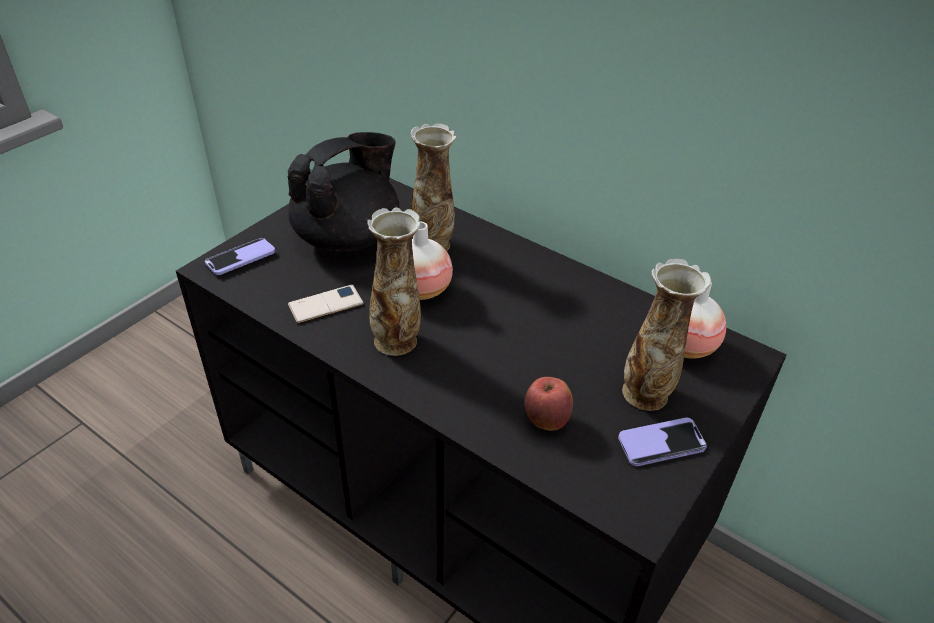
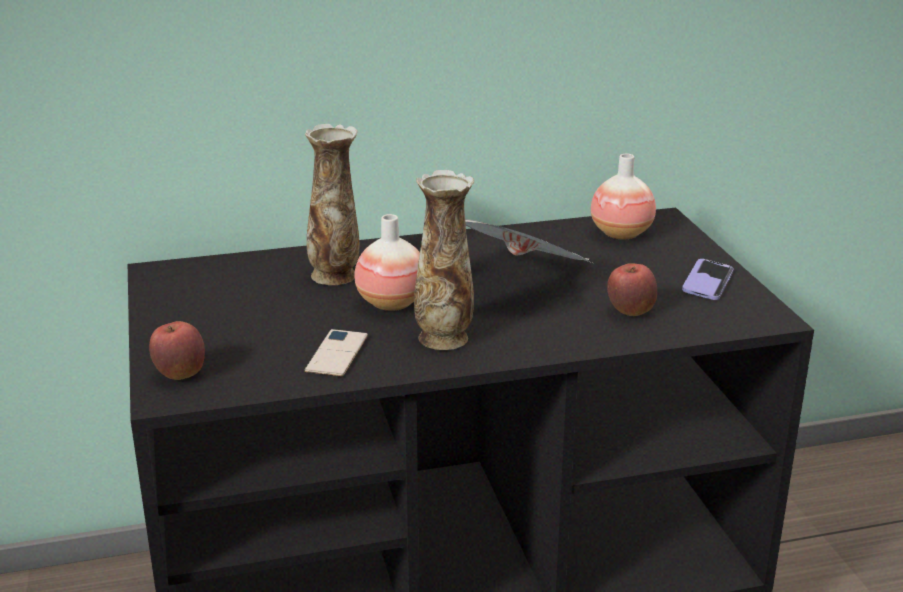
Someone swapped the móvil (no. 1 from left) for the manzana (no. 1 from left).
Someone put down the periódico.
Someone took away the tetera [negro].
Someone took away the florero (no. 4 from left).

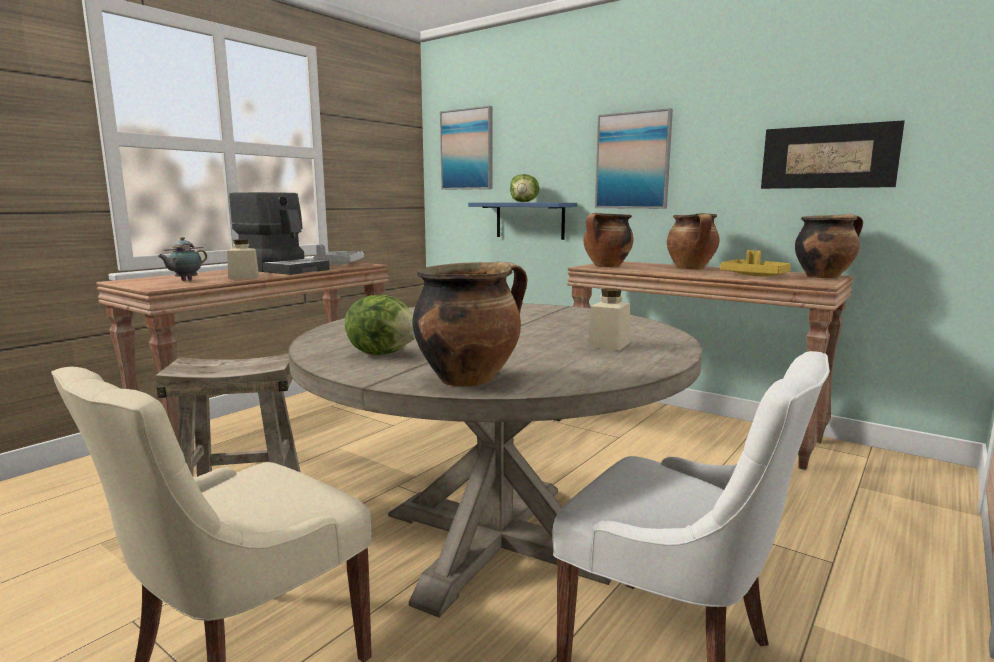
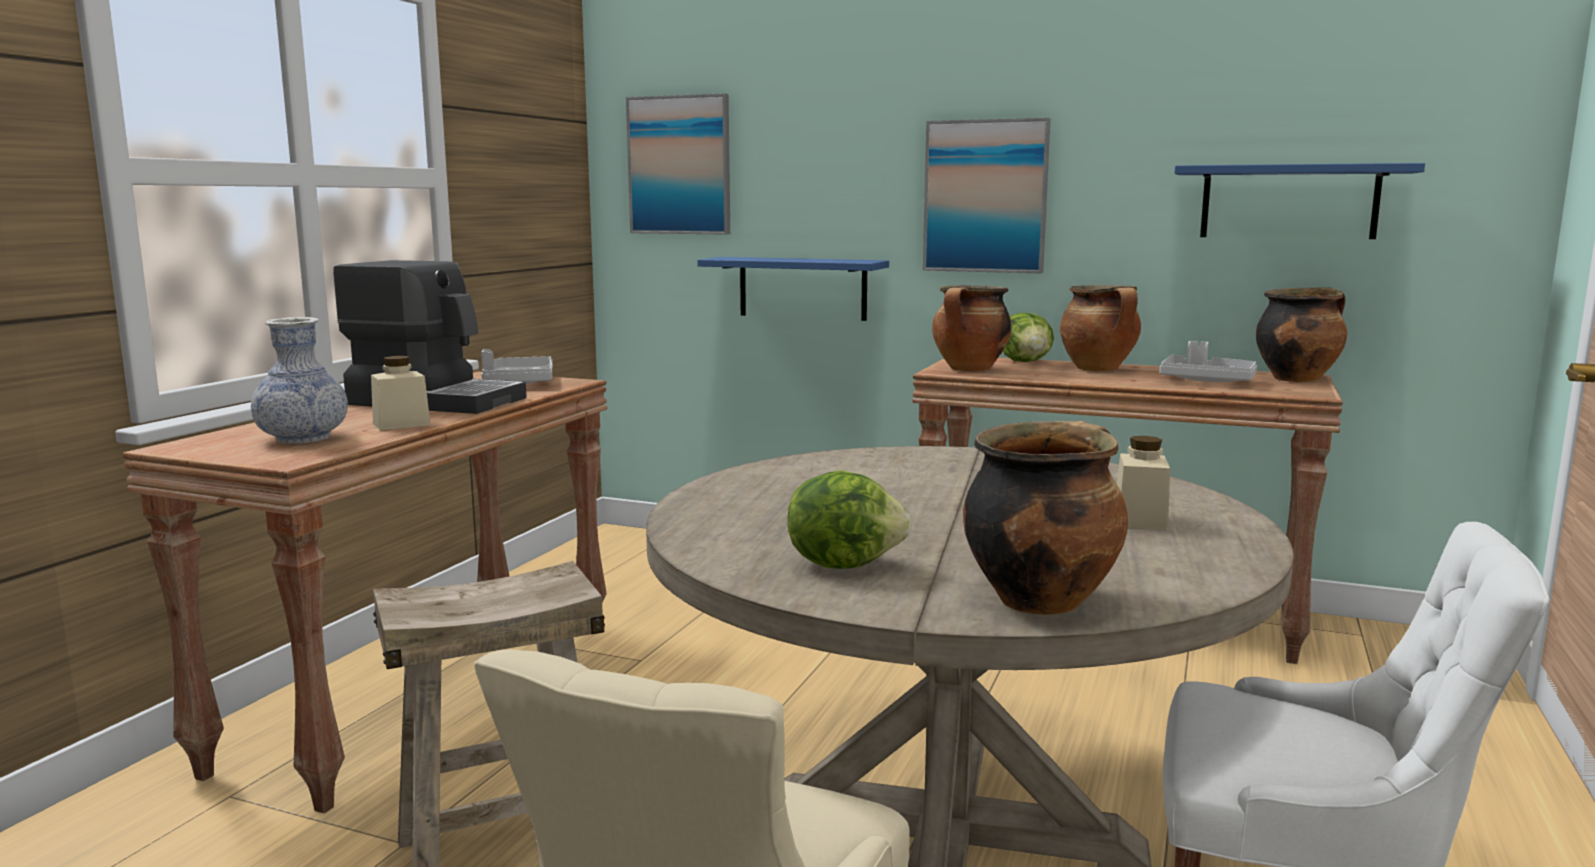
Someone swapped the tetera for the florero.
Someone carried the lechuga (no. 2 from left).
Someone repainted the bandeja [amarillo], which became the bandeja [gris] (no. 2 from left).
Someone swapped the cuadro (no. 3 from left) for the estante [azul] (no. 2 from left).

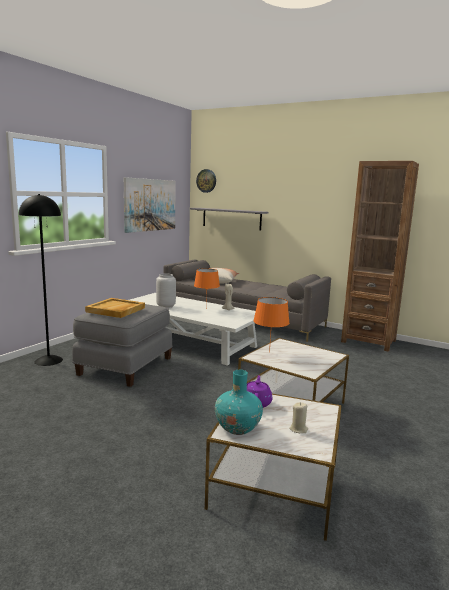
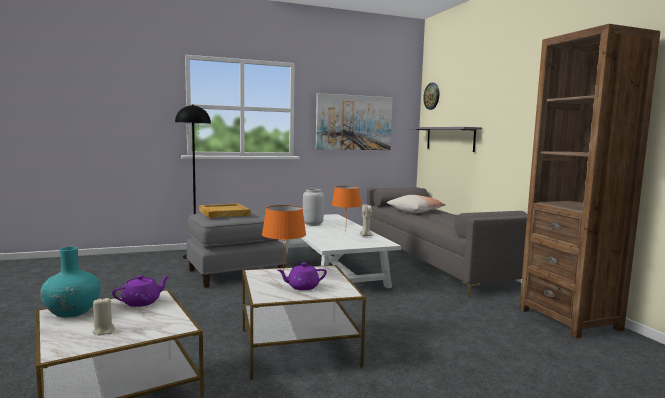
Someone put down the tetera [morado] (no. 2 from left).

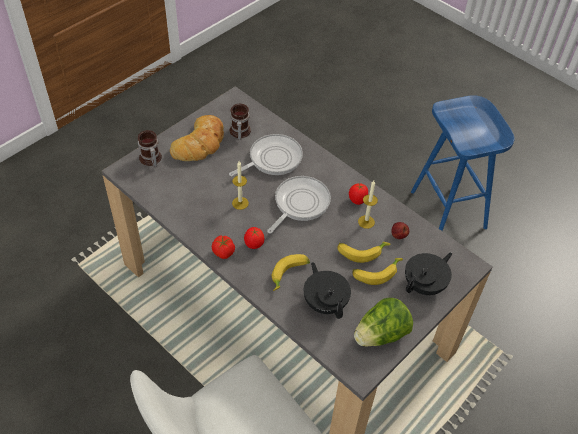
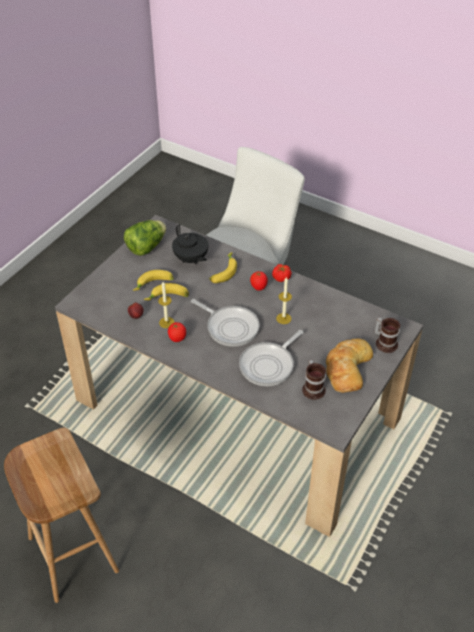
Someone repainted the taburete [azul], which became the taburete [marrón].
Someone rotated the sartén (no. 2 from left in the first image) by 75 degrees counterclockwise.
Someone took away the tetera [negro] (no. 2 from left).

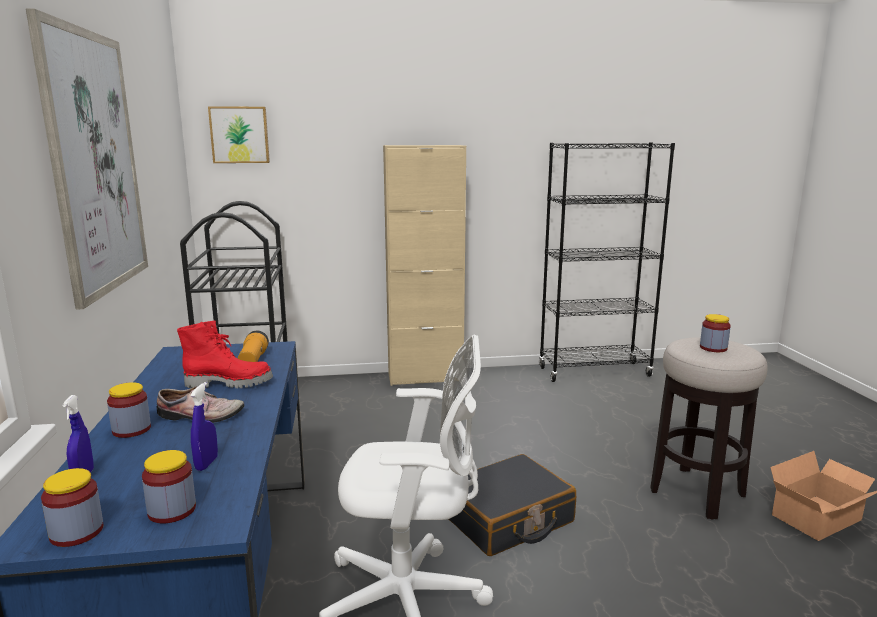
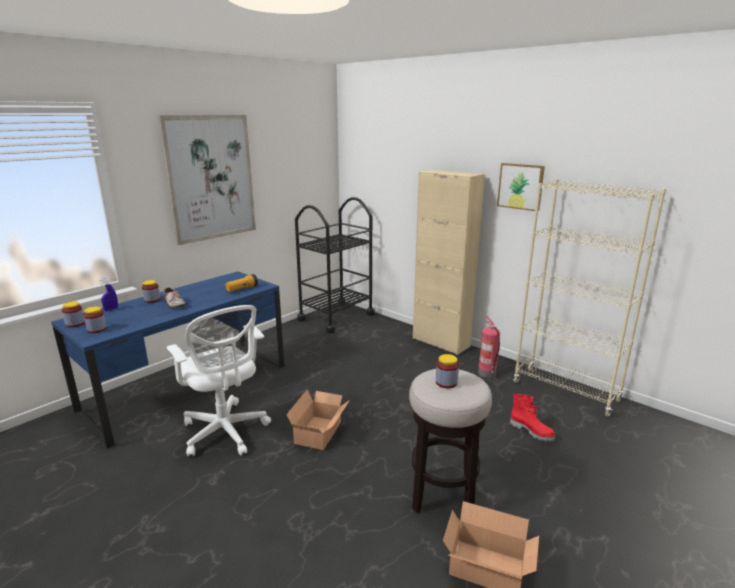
Someone swapped the maleta [negro] for the caja de cartón (no. 1 from left).
Someone put down the extintor.
Someone carried the cuadro (no. 2 from left).
Someone carried the bota [rojo].
Someone repainted the estantería [negro], which became the estantería [beis].
Someone took away the pulverizador [azul] (no. 2 from left).

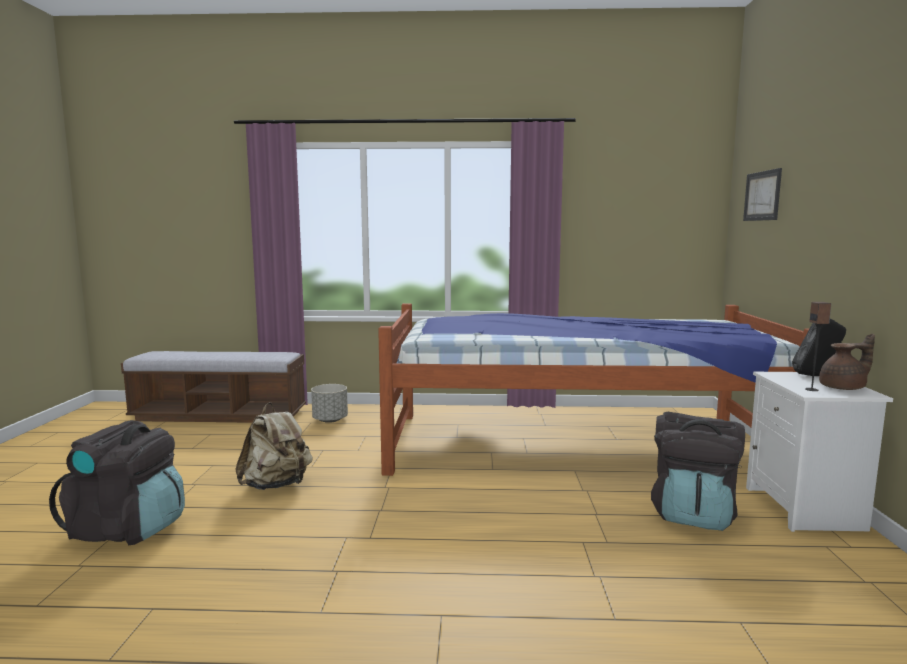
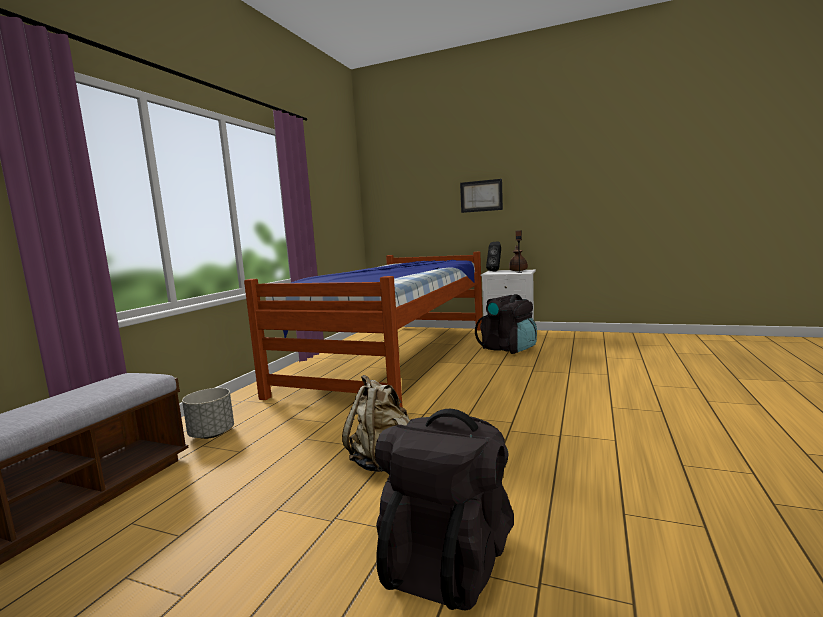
Someone carried the cuadro.

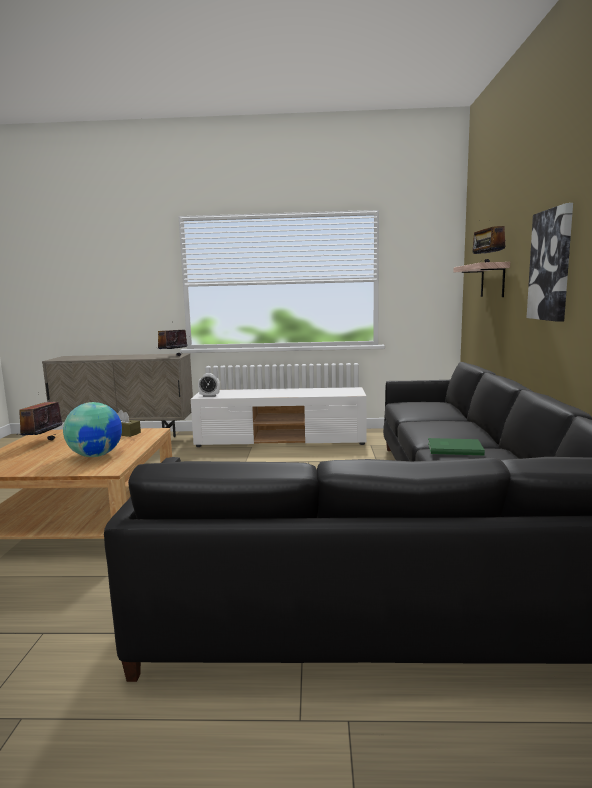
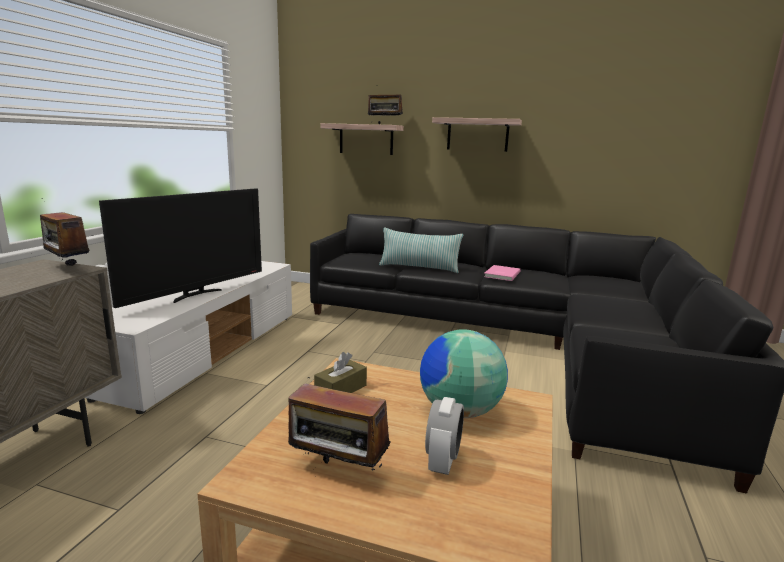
Someone put down the televisor.
Someone put down the cojín.
Someone carried the despertador.
Someone swapped the cuadro for the estante (no. 2 from left).
Someone repainted the libro [verde], which became the libro [rosa].

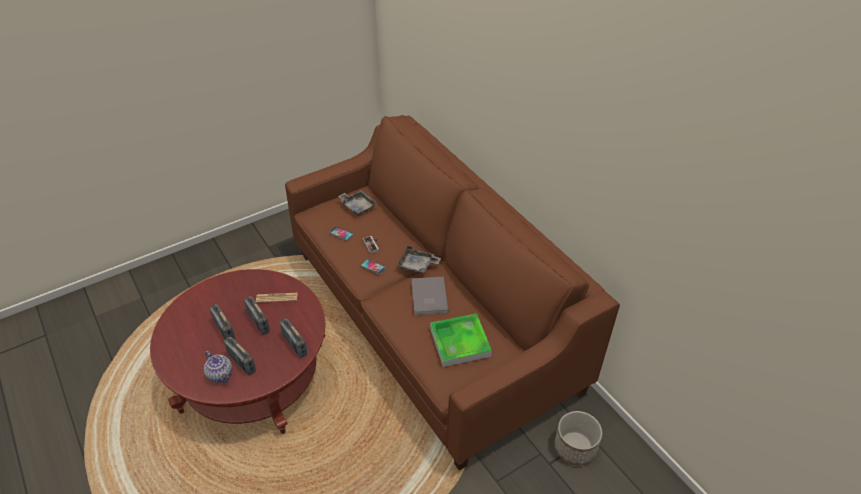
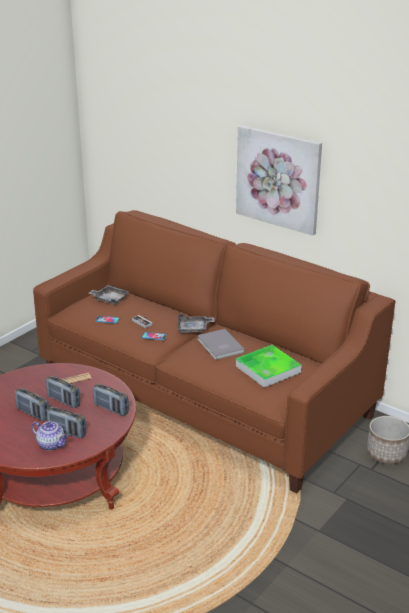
Someone put up the cuadro.

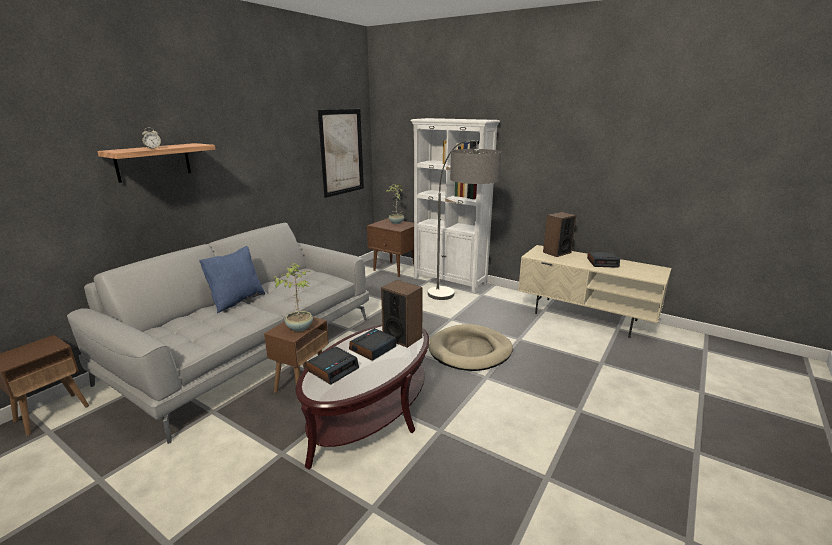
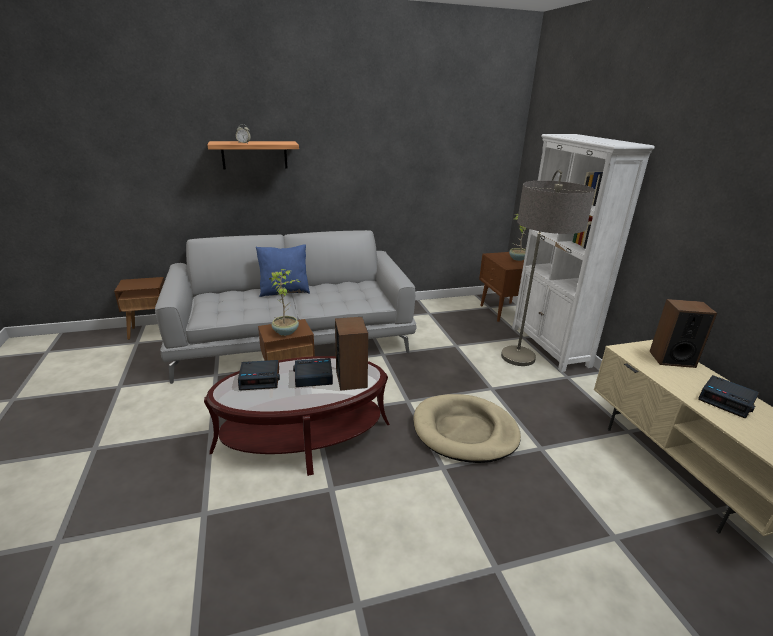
Someone took away the cuadro.

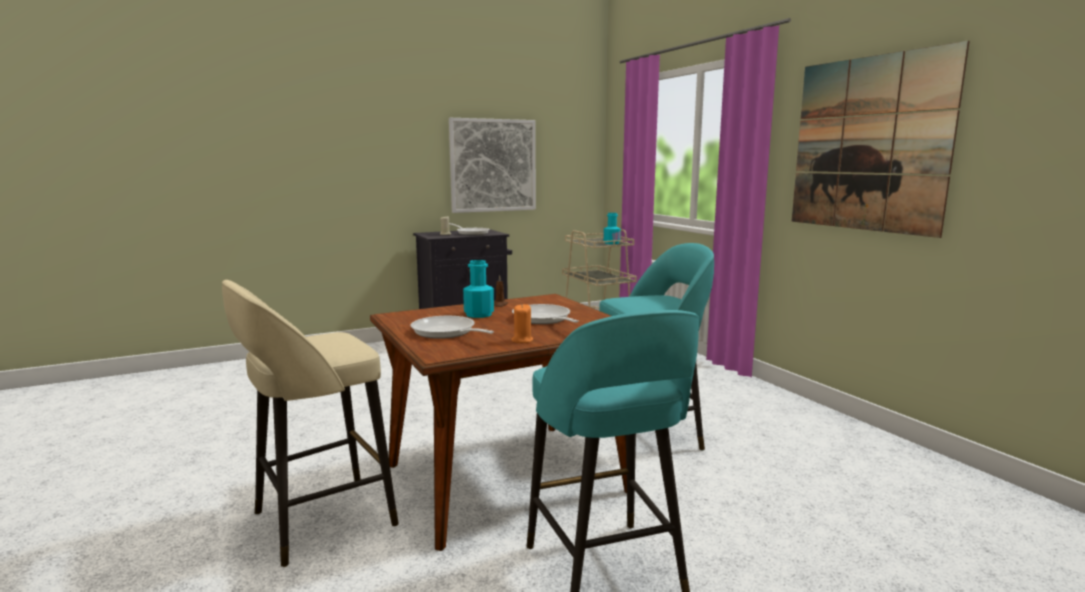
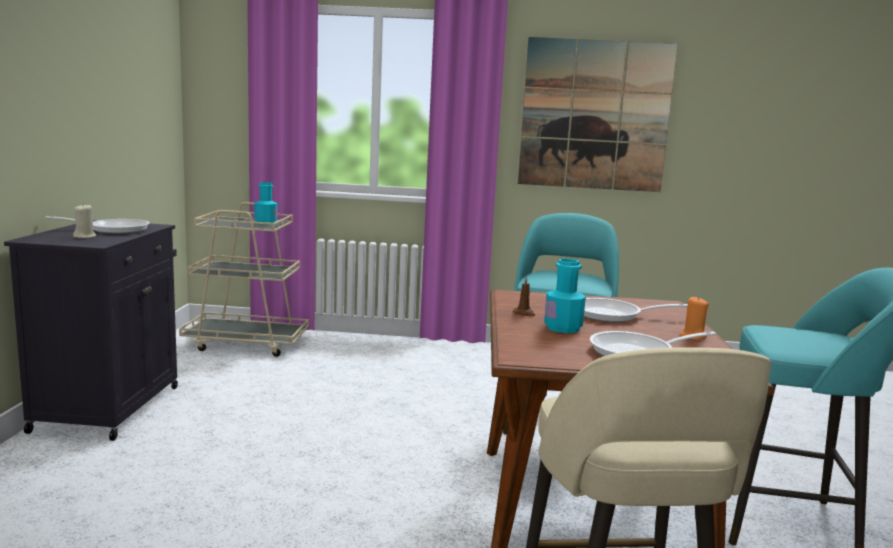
Someone took away the cuadro (no. 1 from left).

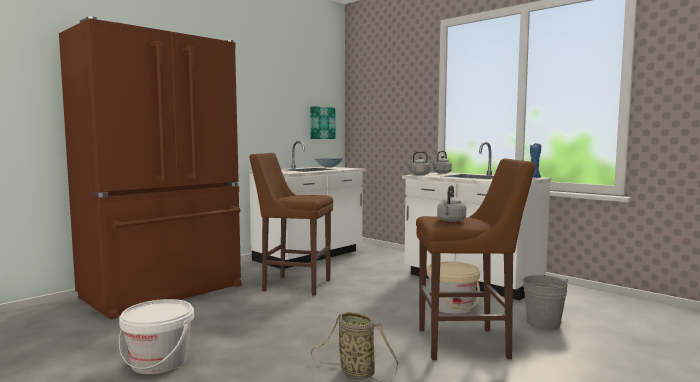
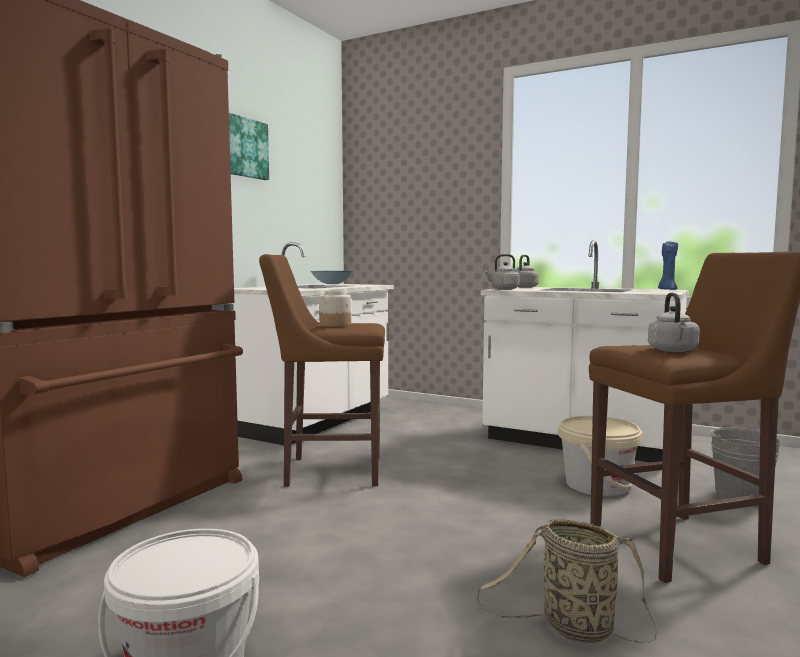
Someone carried the cuadro.
Someone put down the tarro.

